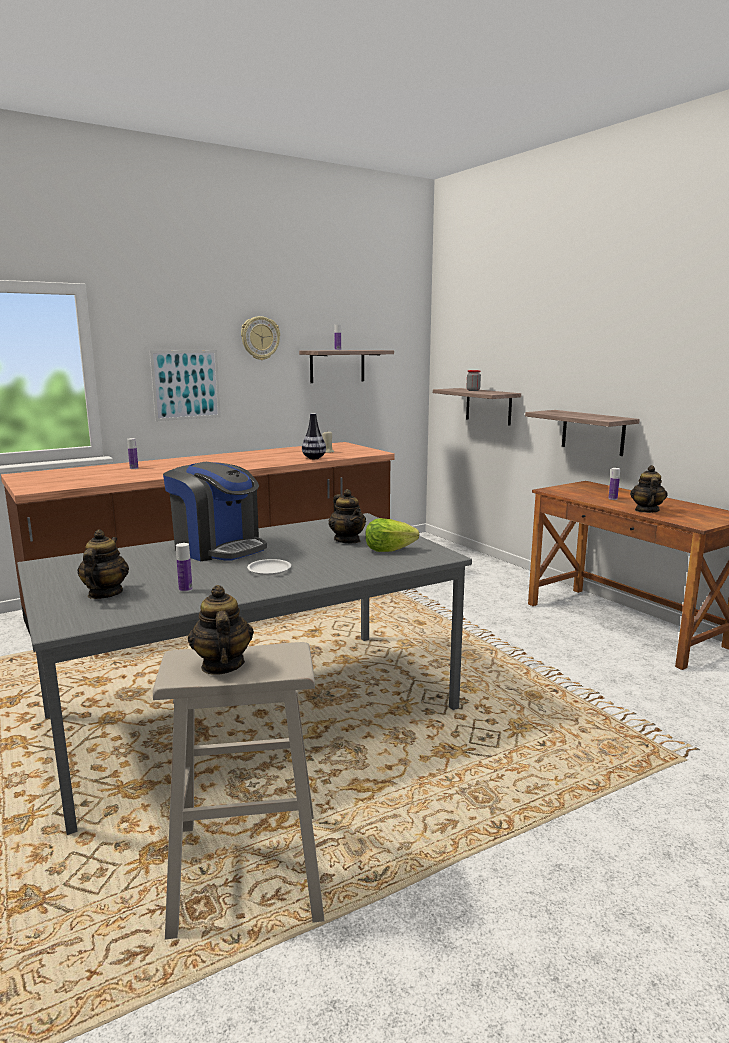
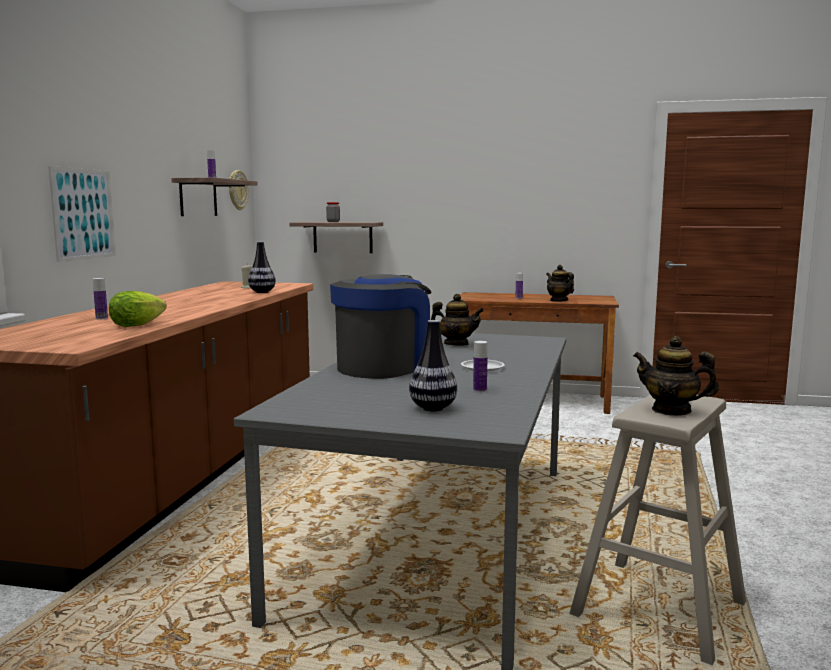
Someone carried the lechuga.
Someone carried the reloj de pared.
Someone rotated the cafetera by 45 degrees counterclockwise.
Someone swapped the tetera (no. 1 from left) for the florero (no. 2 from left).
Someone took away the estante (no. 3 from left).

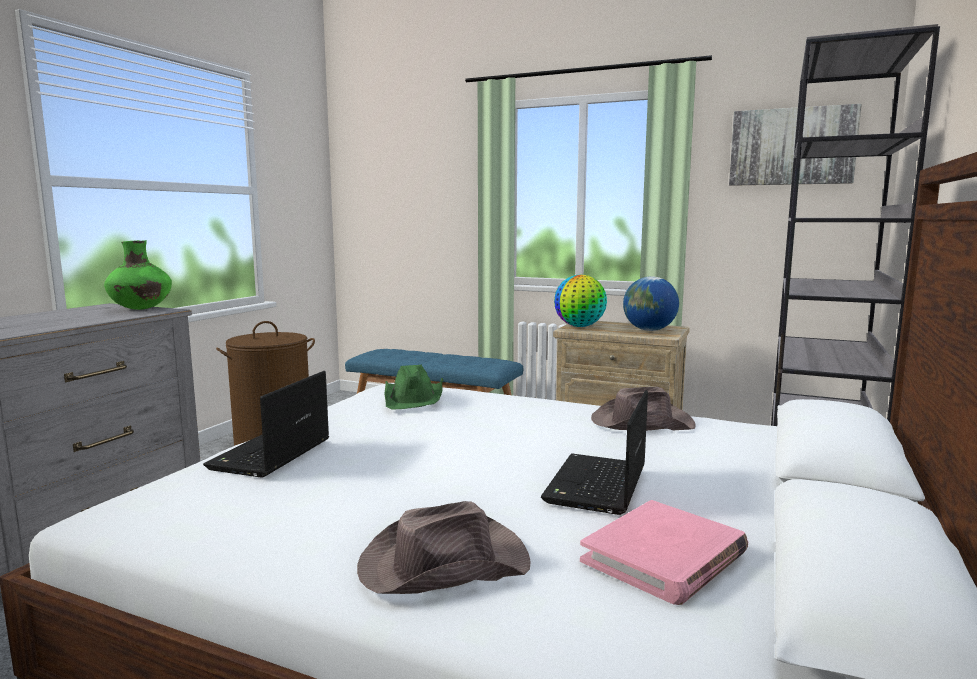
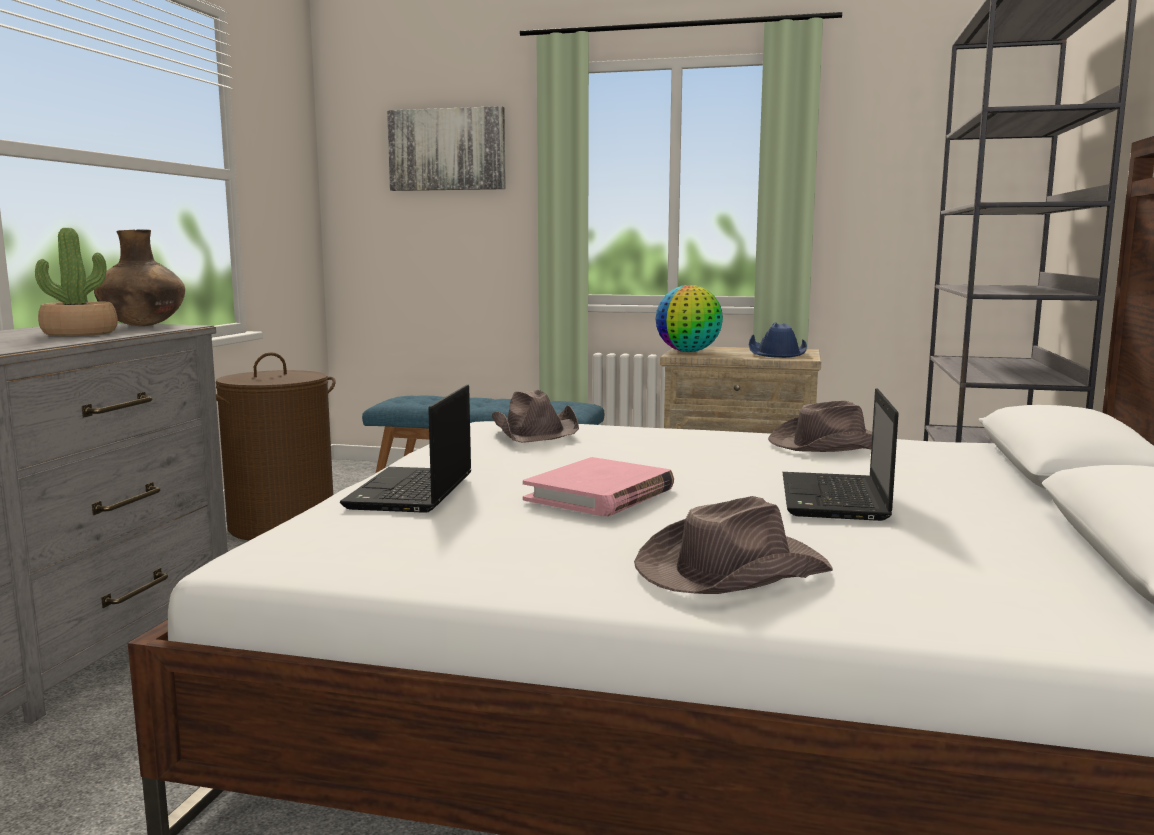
Someone put down the planta en maceta.
Someone repainted the florero [verde], which became the florero [marrón].
Someone carried the cuadro.
Someone repainted the sombrero [verde], which became the sombrero [marrón] (no. 1 from left).
Someone carried the libro [rosa].
Someone swapped the globo terráqueo (no. 2 from left) for the sombrero [azul].

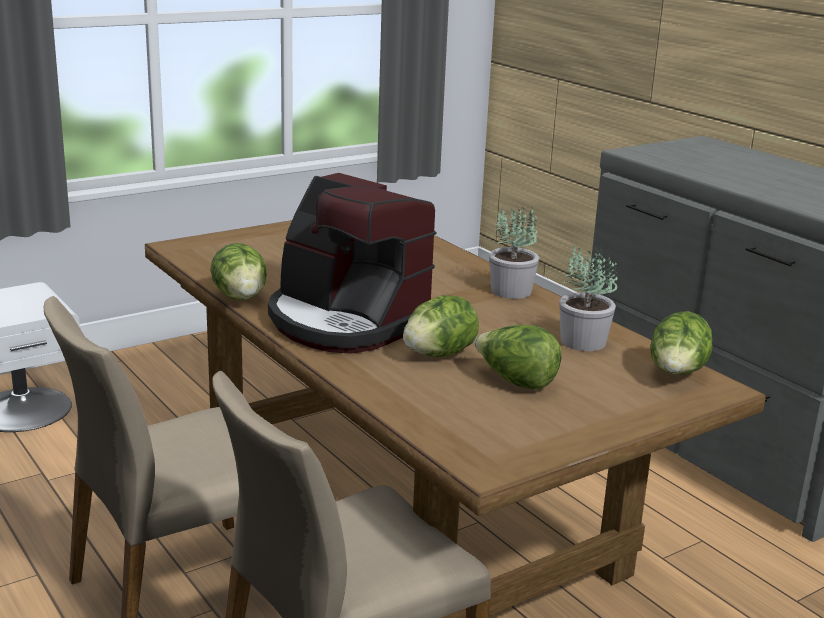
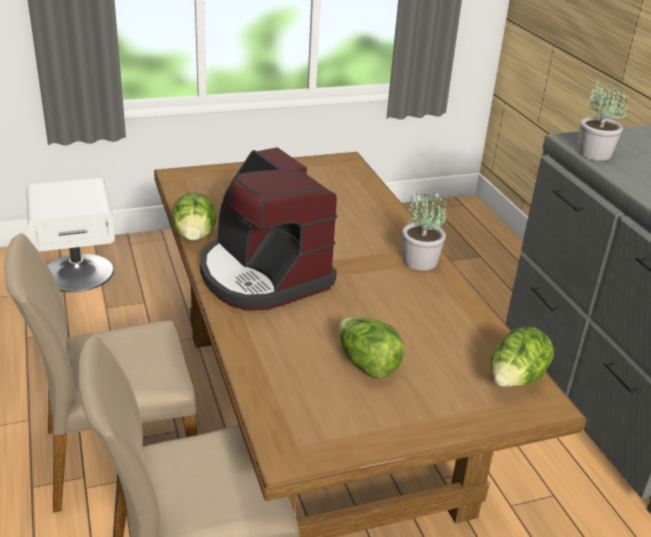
Someone carried the planta en maceta (no. 2 from left).
Someone took away the lechuga (no. 2 from left).

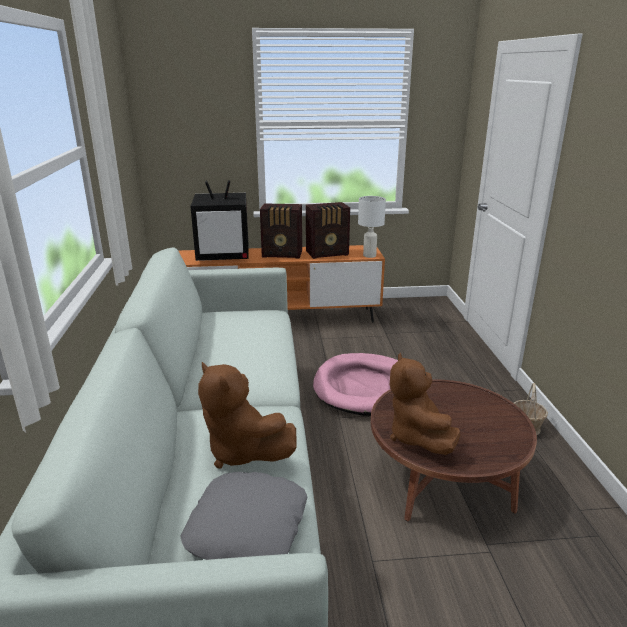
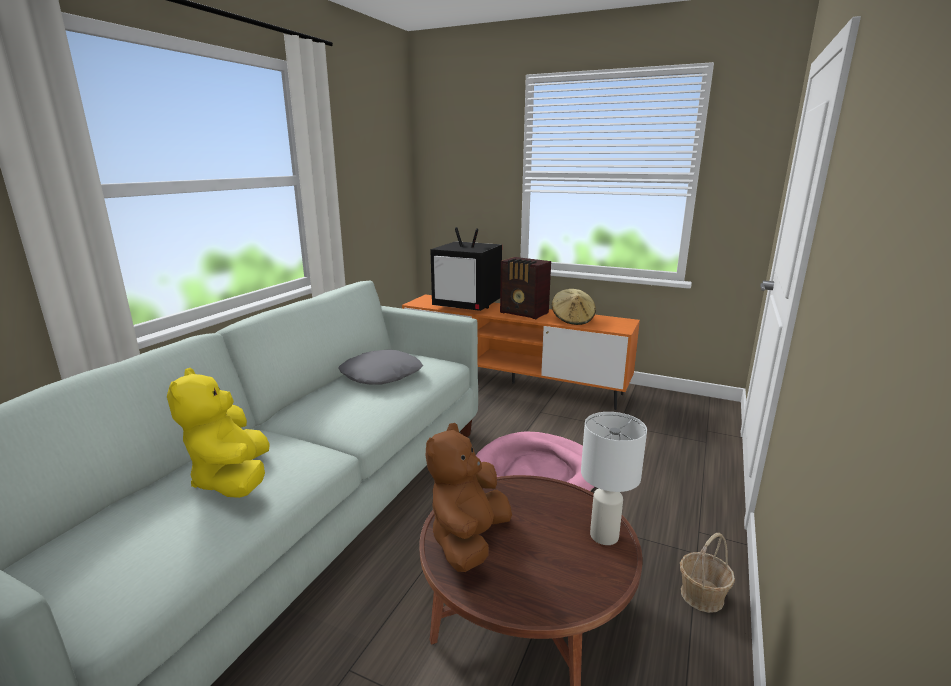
Someone repainted the peluche [marrón] (no. 1 from left), which became the peluche [amarillo].
Someone carried the cojín [gris].
Someone swapped the radio (no. 2 from left) for the sombrero [beis].
Someone carried the lámpara de mesa [blanco].

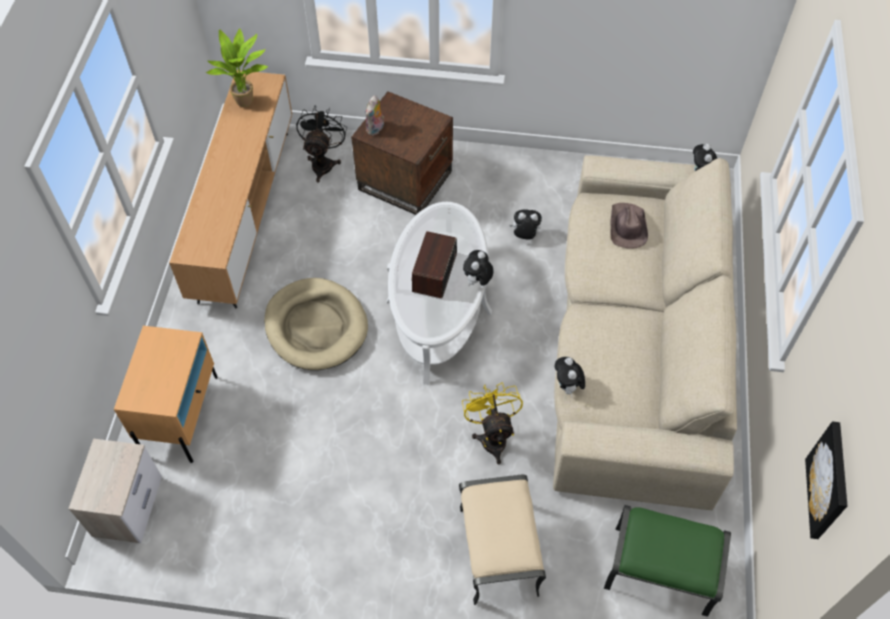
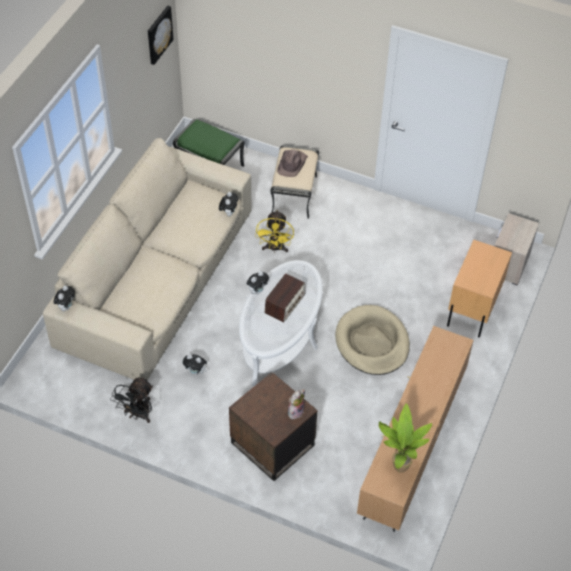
Someone carried the ventilador [negro].
Someone carried the sombrero [marrón].

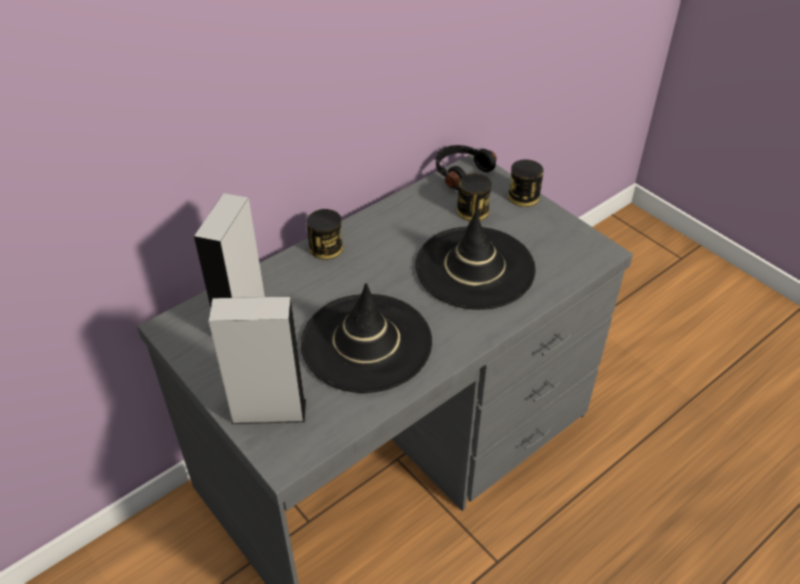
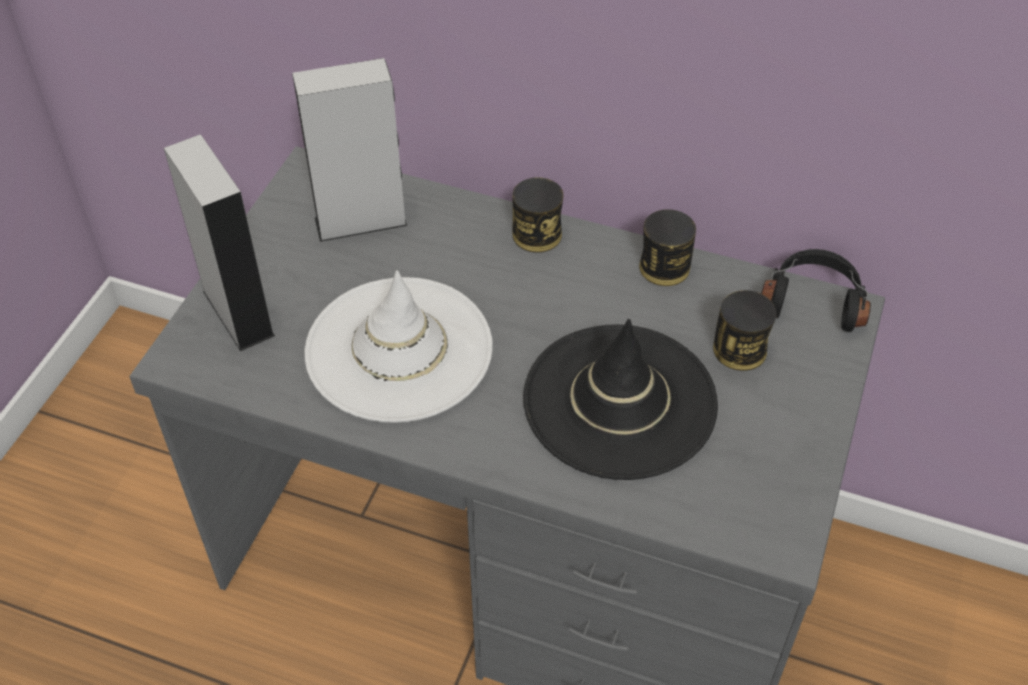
Someone repainted the sombrero [negro] (no. 1 from left), which became the sombrero [blanco].
Someone carried the lata (no. 3 from left in the first image).

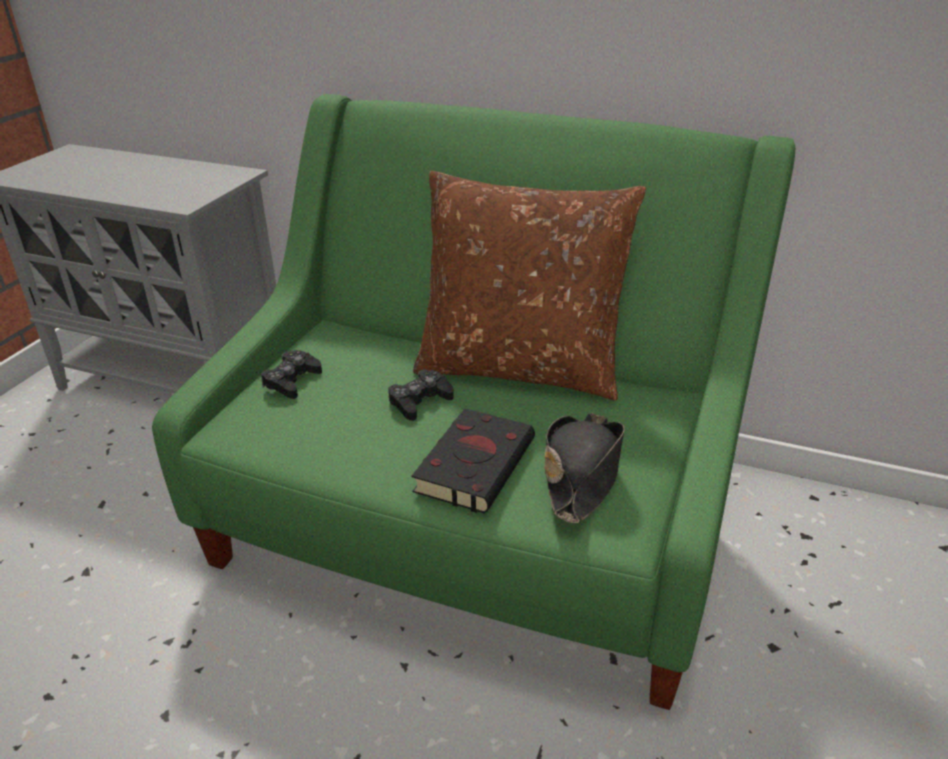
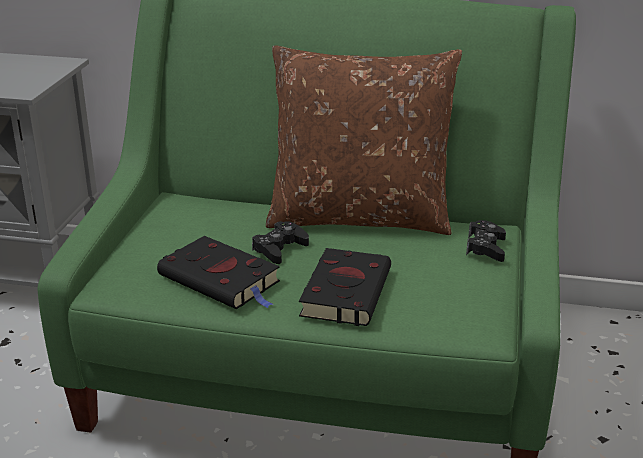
Someone put down the libro [negro] (no. 1 from left).
Someone carried the mando de consola [negro] (no. 1 from left in the first image).
Someone took away the sombrero [negro].

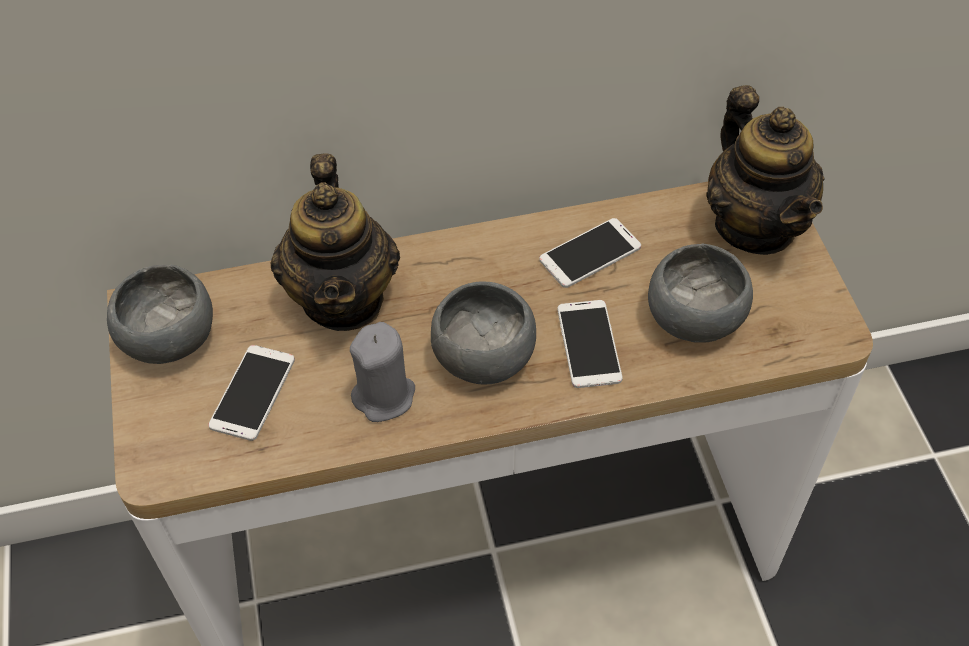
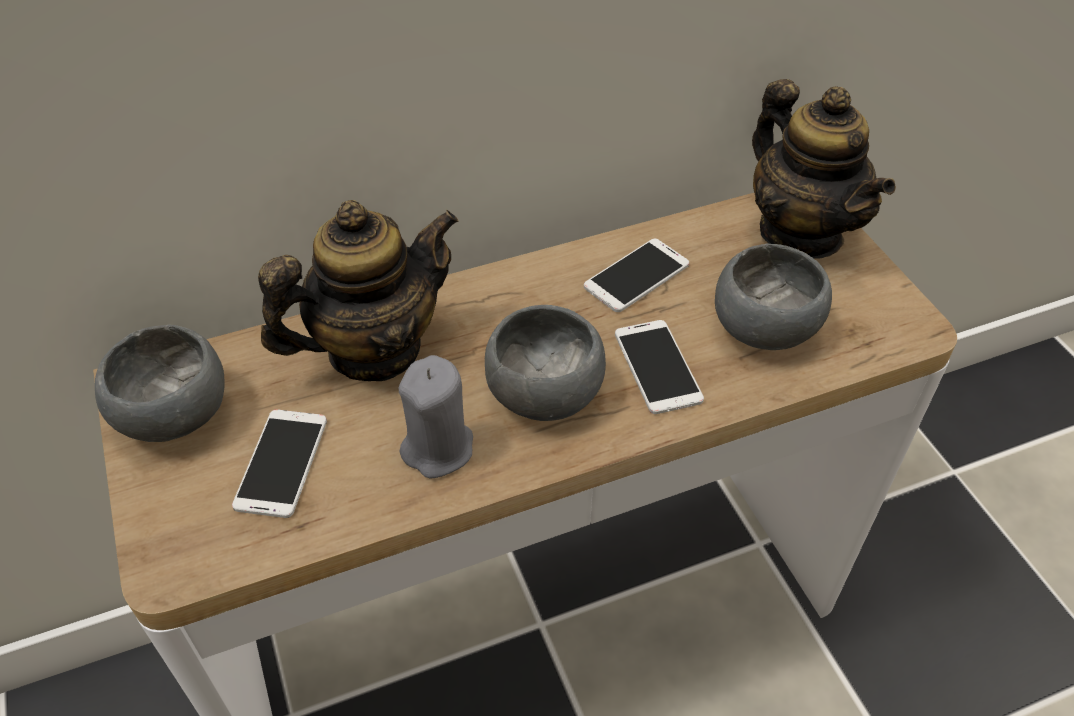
Someone rotated the tetera (no. 1 from left) by 105 degrees counterclockwise.

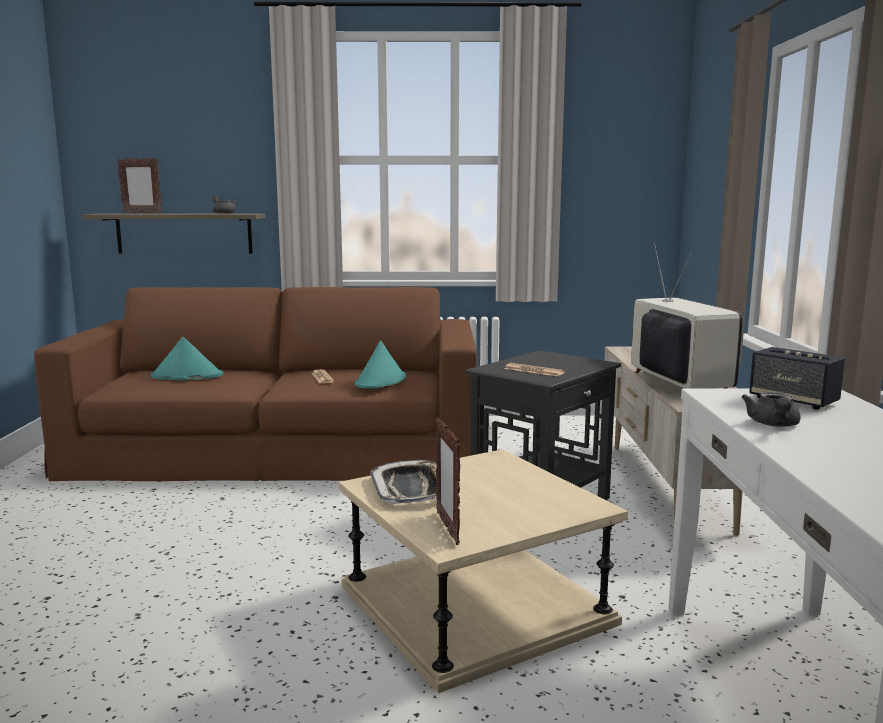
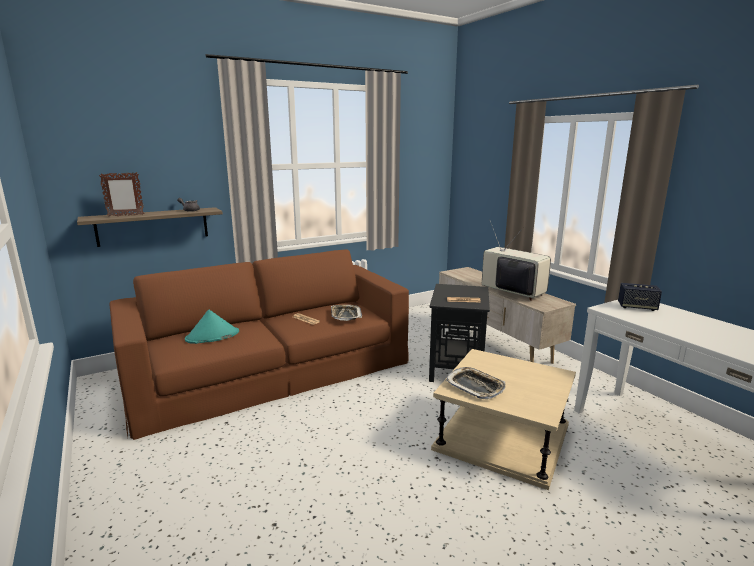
Someone swapped the sombrero [turquesa] (no. 2 from left) for the bandeja (no. 1 from left).
Someone took away the portarretratos (no. 2 from left).
Someone took away the tetera [gris] (no. 2 from left).

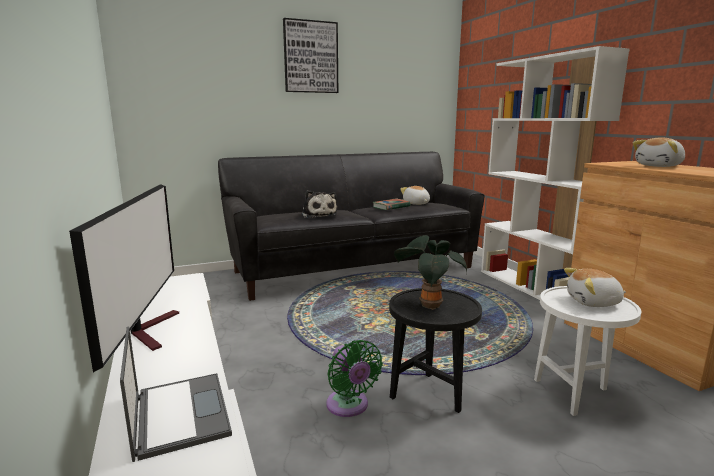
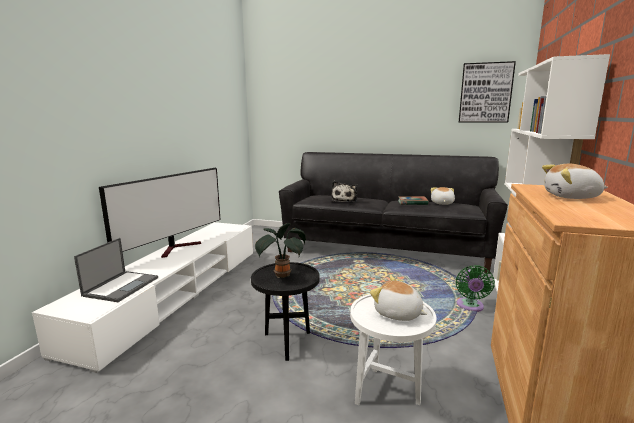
Someone carried the ventilador [verde].
Someone carried the cuadro.

